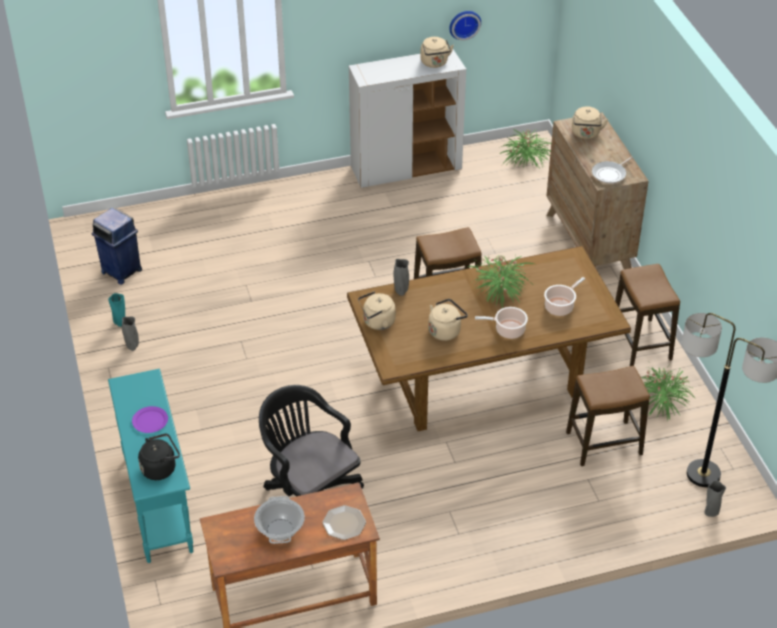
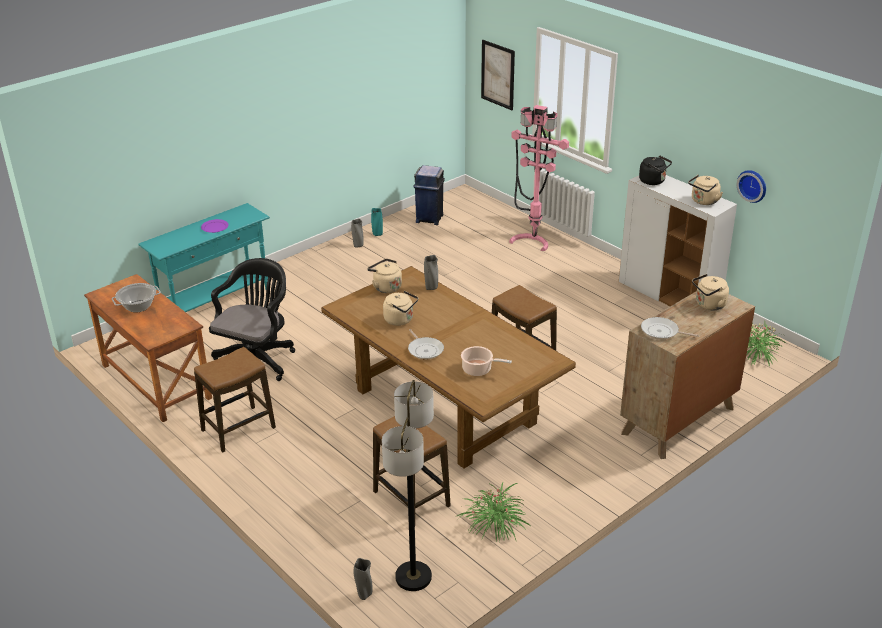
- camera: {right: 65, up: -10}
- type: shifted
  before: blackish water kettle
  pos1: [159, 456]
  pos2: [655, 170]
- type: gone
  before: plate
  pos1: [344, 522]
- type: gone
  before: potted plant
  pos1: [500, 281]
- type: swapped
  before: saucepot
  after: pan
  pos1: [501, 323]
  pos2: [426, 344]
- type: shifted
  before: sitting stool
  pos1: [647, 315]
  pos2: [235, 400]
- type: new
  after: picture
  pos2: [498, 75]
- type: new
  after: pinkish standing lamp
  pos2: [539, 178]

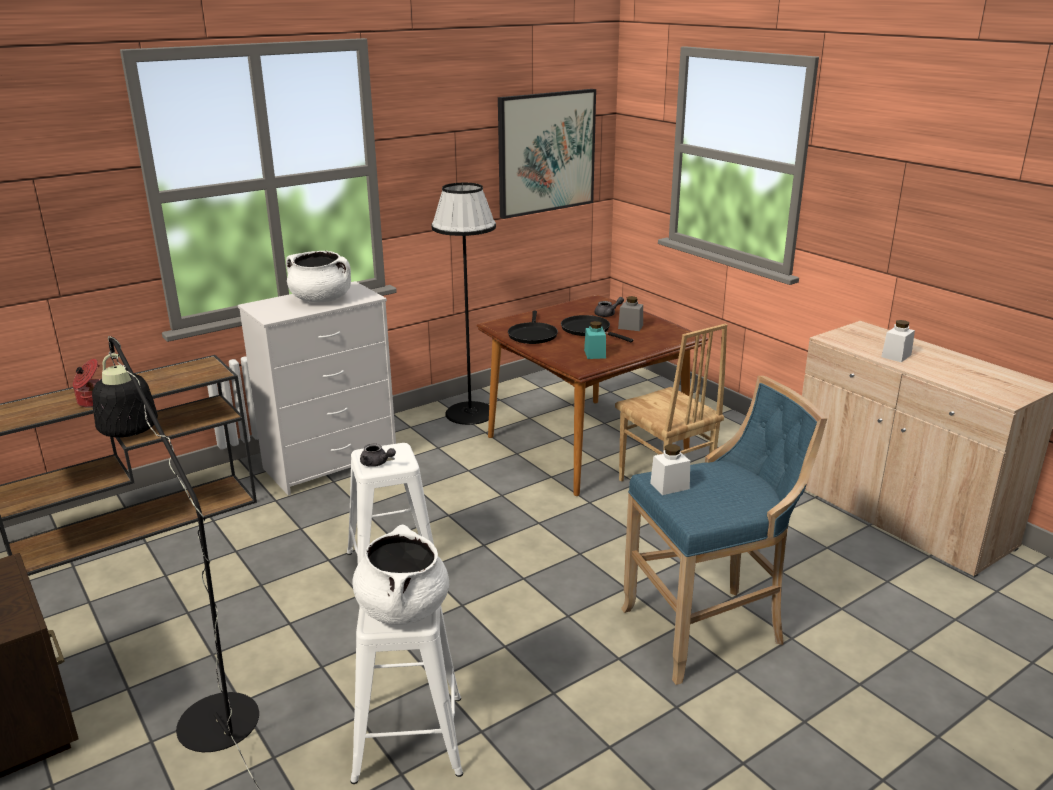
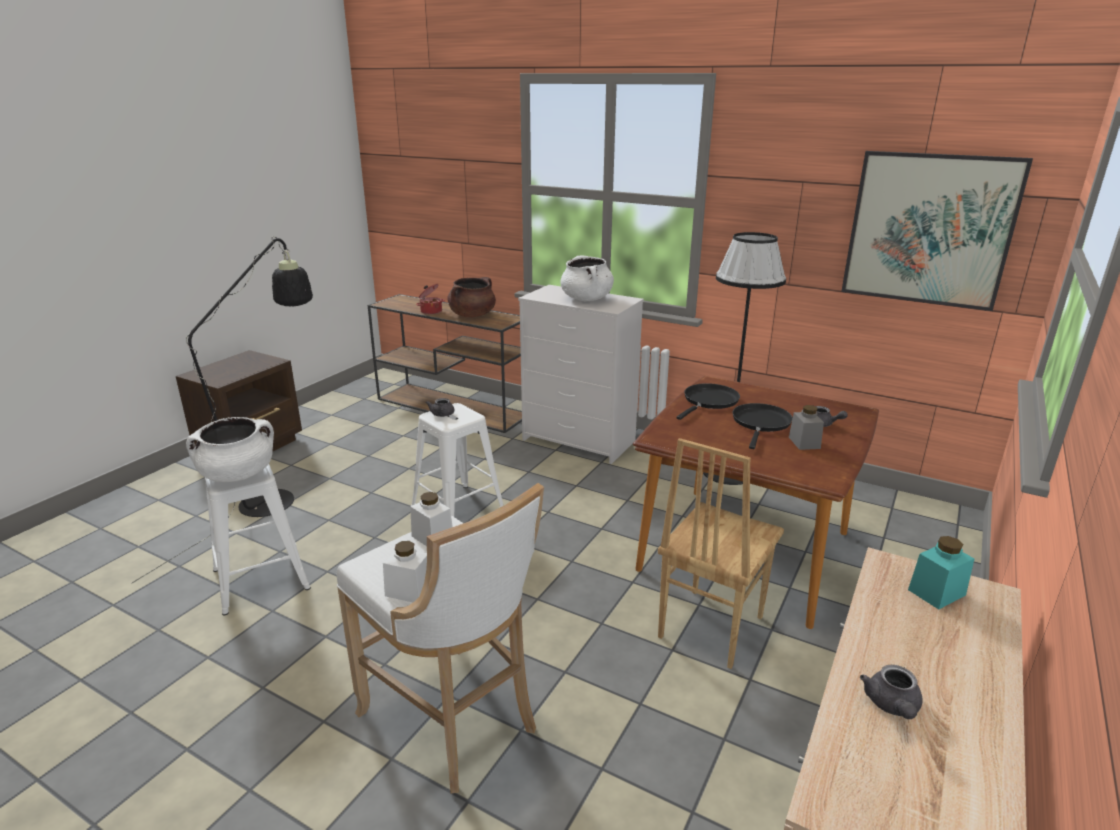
- camera: {right: 65, up: 0}
- type: rotated
  before: blackish pan
  pos1: [533, 327]
  pos2: [708, 401]
  turn: 150
- type: shifted
  before: blue-green jar
  pos1: [595, 340]
  pos2: [941, 572]
- type: repainted
  before: blue sitting stool
  after: white sitting stool
  pos1: [724, 530]
  pos2: [440, 638]
- type: shifted
  before: white jar
  pos1: [898, 341]
  pos2: [405, 571]
- type: new
  after: brown saucepot
  pos2: [471, 297]
- type: new
  after: grey pot for tea
  pos2: [891, 692]

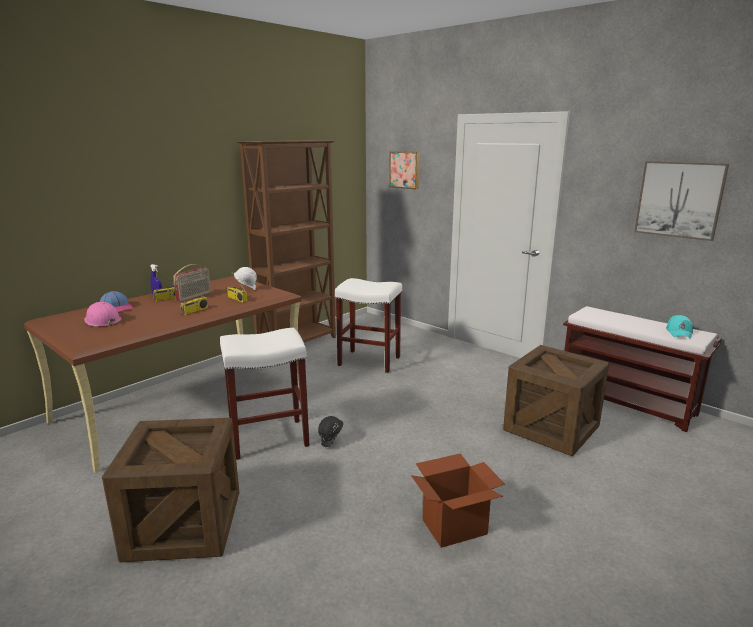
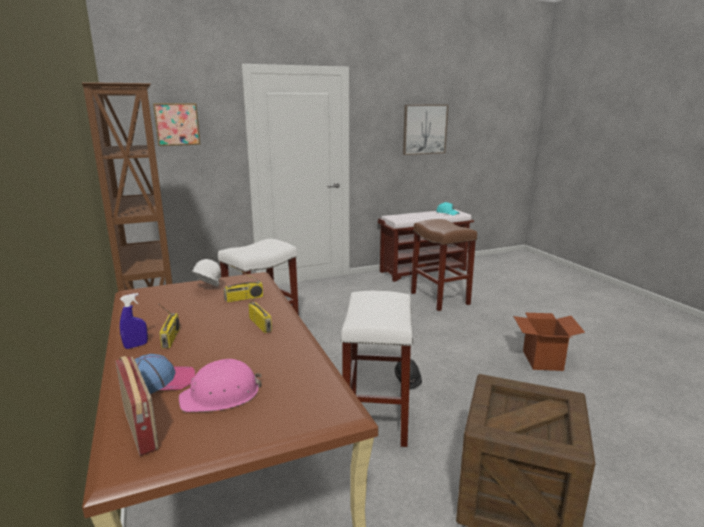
- camera: {right: -65, up: 0}
- type: shifted
  before: radio
  pos1: [192, 283]
  pos2: [136, 406]
- type: swapped
  before: packing crate
  after: brown sitting stool
  pos1: [556, 400]
  pos2: [444, 265]

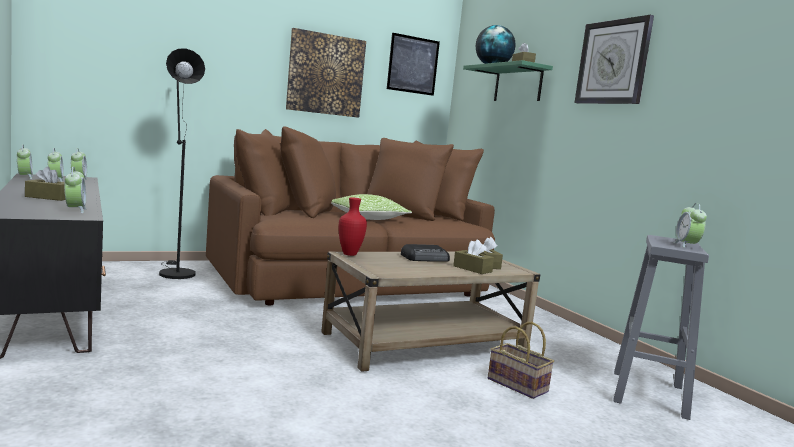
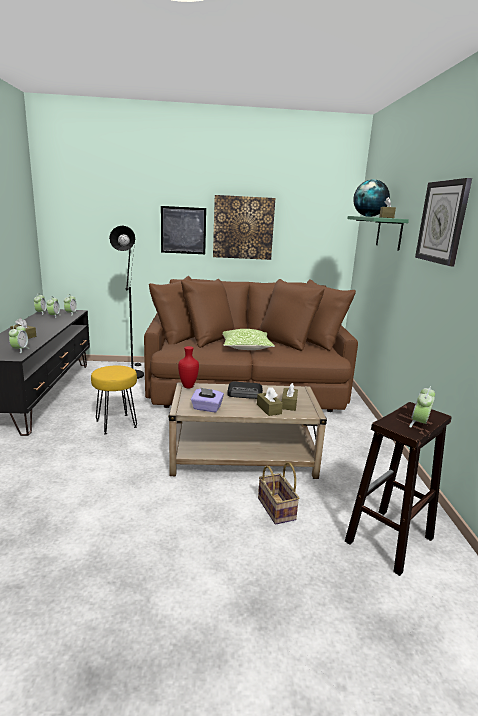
- camera: {right: 25, up: 10}
- type: shifted
  before: picture
  pos1: [413, 64]
  pos2: [183, 230]
- type: repainted
  before: grey sitting stool
  after: brown sitting stool
  pos1: [661, 327]
  pos2: [398, 489]
- type: new
  after: yellowish sitting stool
  pos2: [114, 400]
- type: new
  after: purplish tissue box
  pos2: [207, 399]

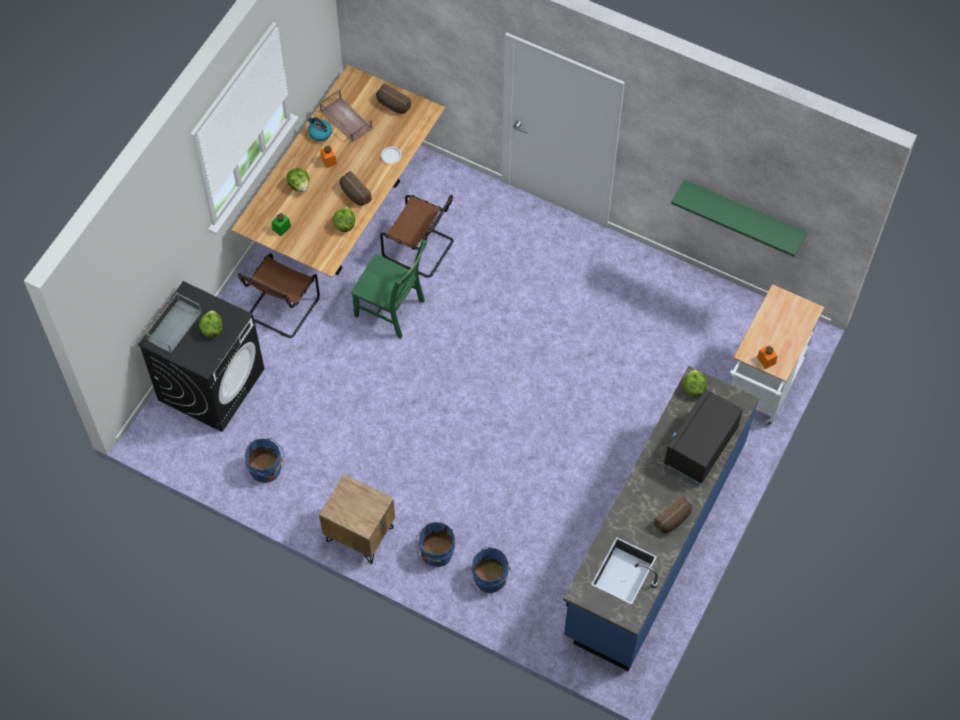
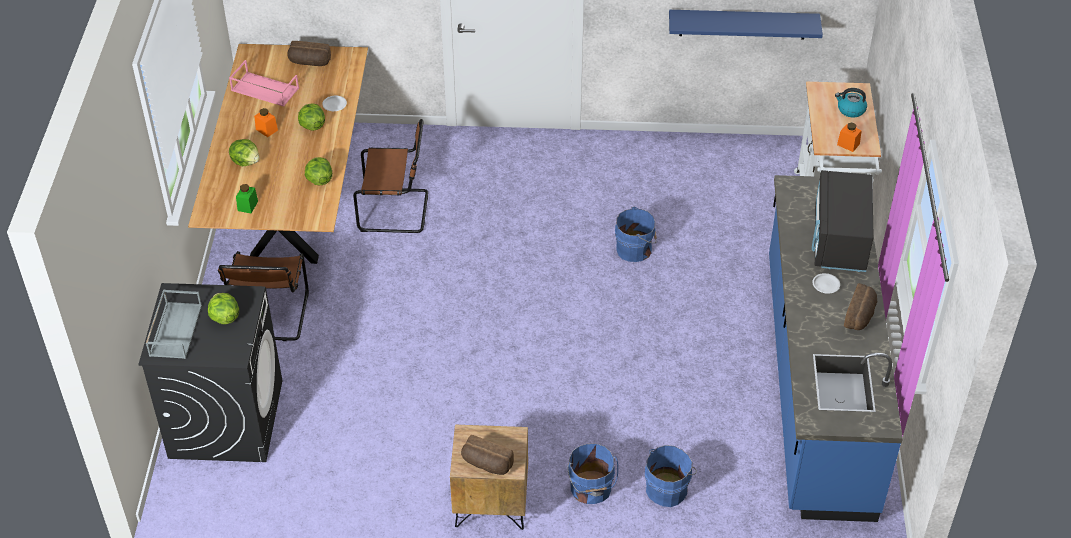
- camera: {right: -25, up: -15}
- type: shifted
  before: blue pail
  pos1: [264, 460]
  pos2: [636, 234]
- type: shifted
  before: water kettle
  pos1: [319, 129]
  pos2: [851, 103]
- type: repainted
  before: brown serving tray
  after: pinkish serving tray
  pos1: [346, 116]
  pos2: [264, 83]
- type: shifted
  before: bread
  pos1: [355, 188]
  pos2: [487, 455]
- type: gone
  before: green-coloured upright chair
  pos1: [389, 289]
- type: repainted
  before: green-coloured wall shelf
  after: blue wall shelf
  pos1: [739, 218]
  pos2: [746, 25]
- type: shifted
  before: lettuce
  pos1: [694, 383]
  pos2: [311, 117]
- type: new
  after: white plate
  pos2: [826, 283]

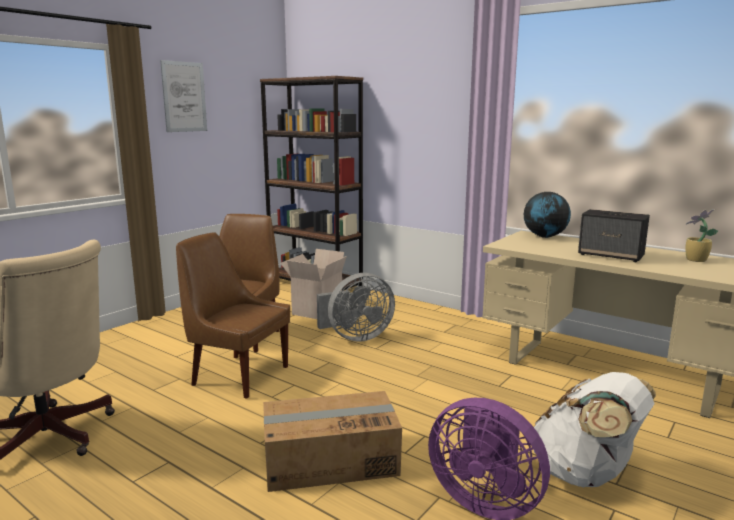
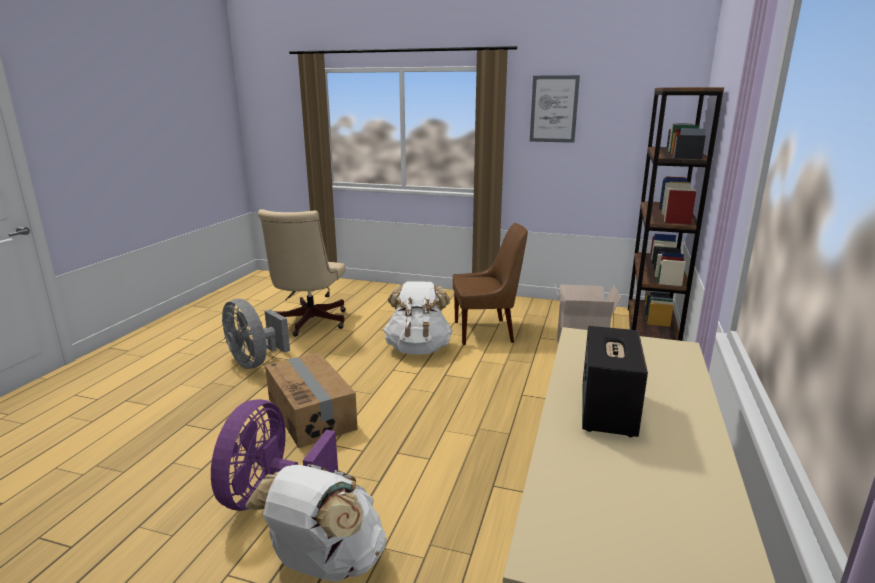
- camera: {right: 70, up: 5}
- type: swapped
  before: brown upright chair
  after: white knapsack
  pos1: [233, 315]
  pos2: [417, 318]
- type: shifted
  before: grey cooling fan
  pos1: [356, 307]
  pos2: [256, 334]
- type: gone
  before: globe
  pos1: [547, 215]
- type: gone
  before: potted plant
  pos1: [701, 235]

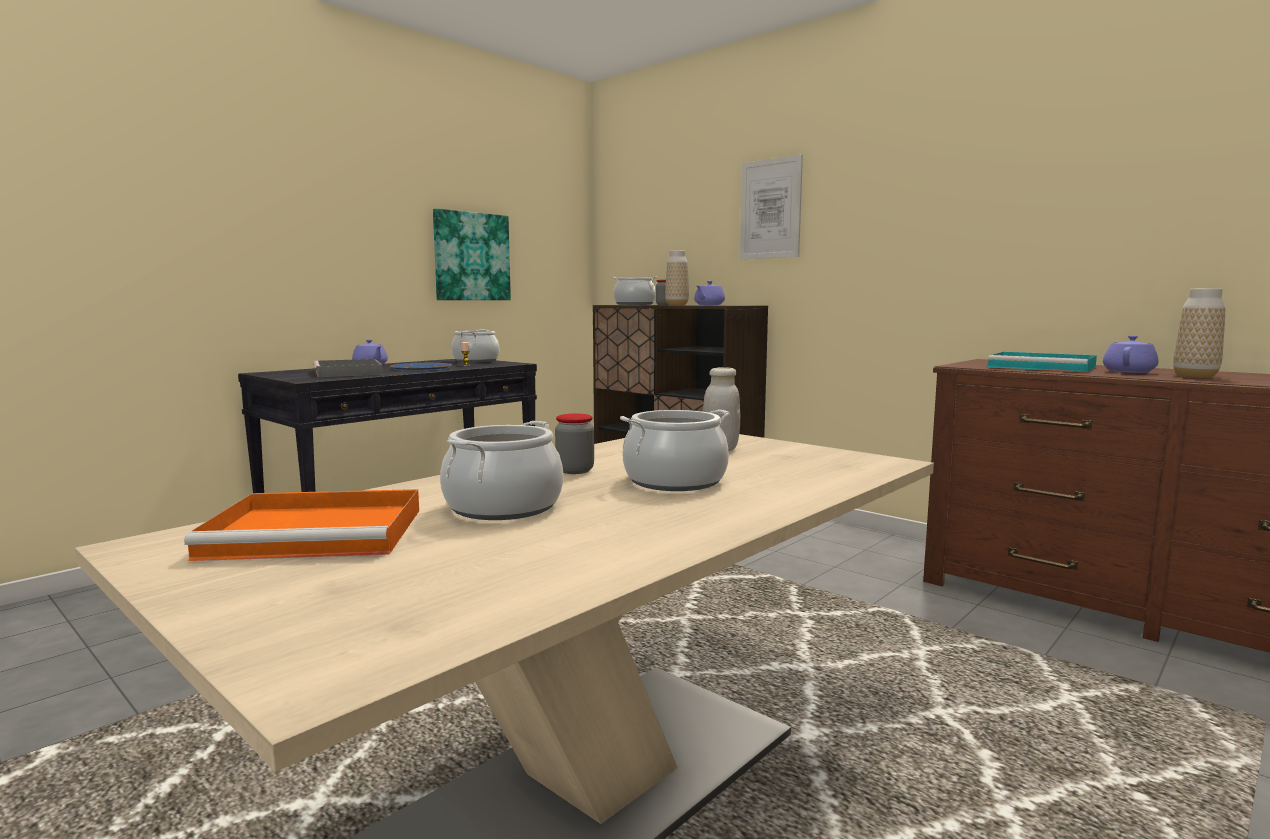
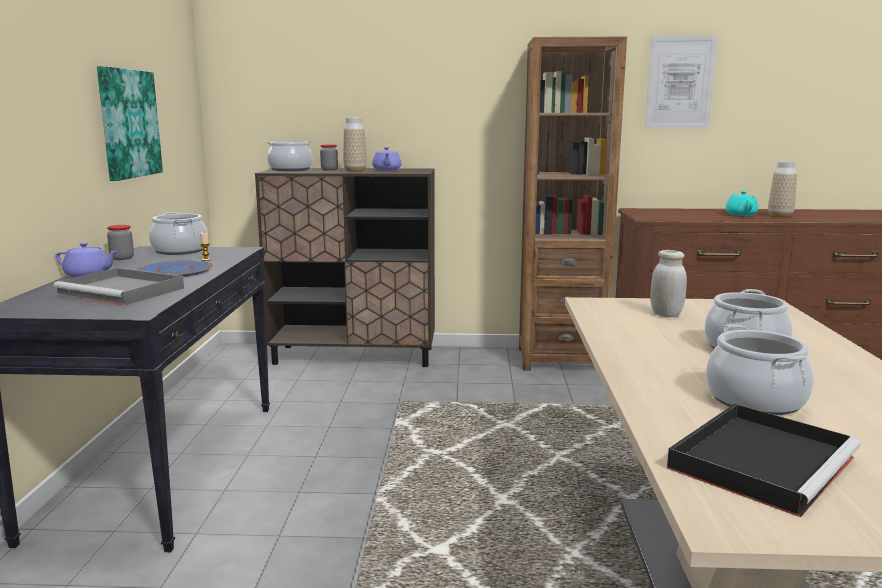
- camera: {right: -40, up: 5}
- type: repainted
  before: orangey serving tray
  after: blackish serving tray
  pos1: [301, 525]
  pos2: [764, 460]
- type: shifted
  before: jar
  pos1: [574, 444]
  pos2: [120, 242]
- type: shifted
  before: picture
  pos1: [771, 206]
  pos2: [681, 82]
- type: gone
  before: blue-green serving tray
  pos1: [1042, 362]
- type: repainted
  before: purplish pot for tea
  after: blue-green pot for tea
  pos1: [1130, 354]
  pos2: [742, 203]
- type: new
  after: brown bookshelf
  pos2: [573, 204]

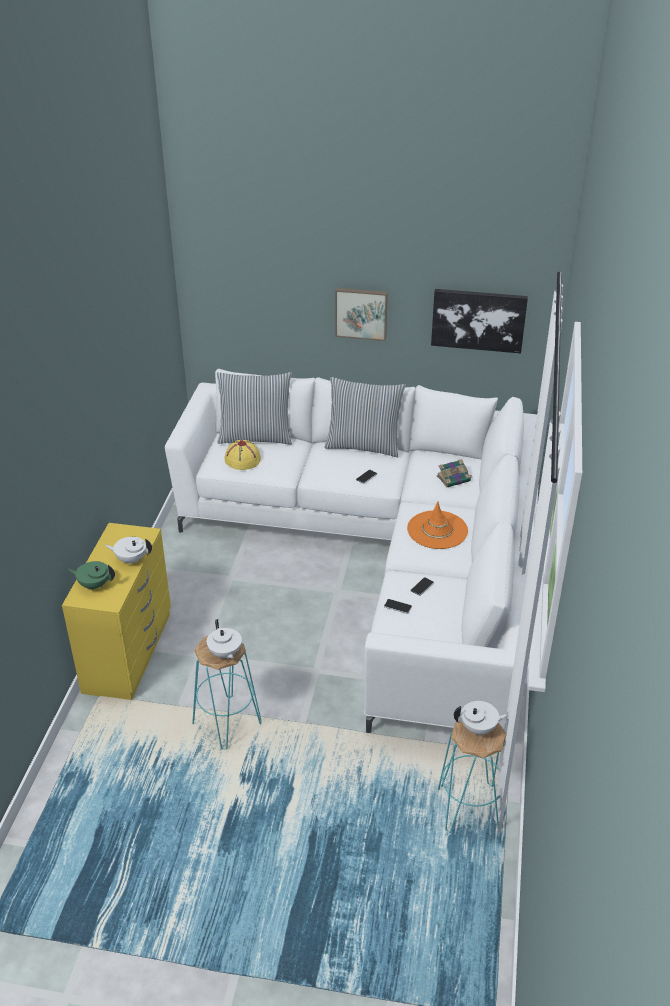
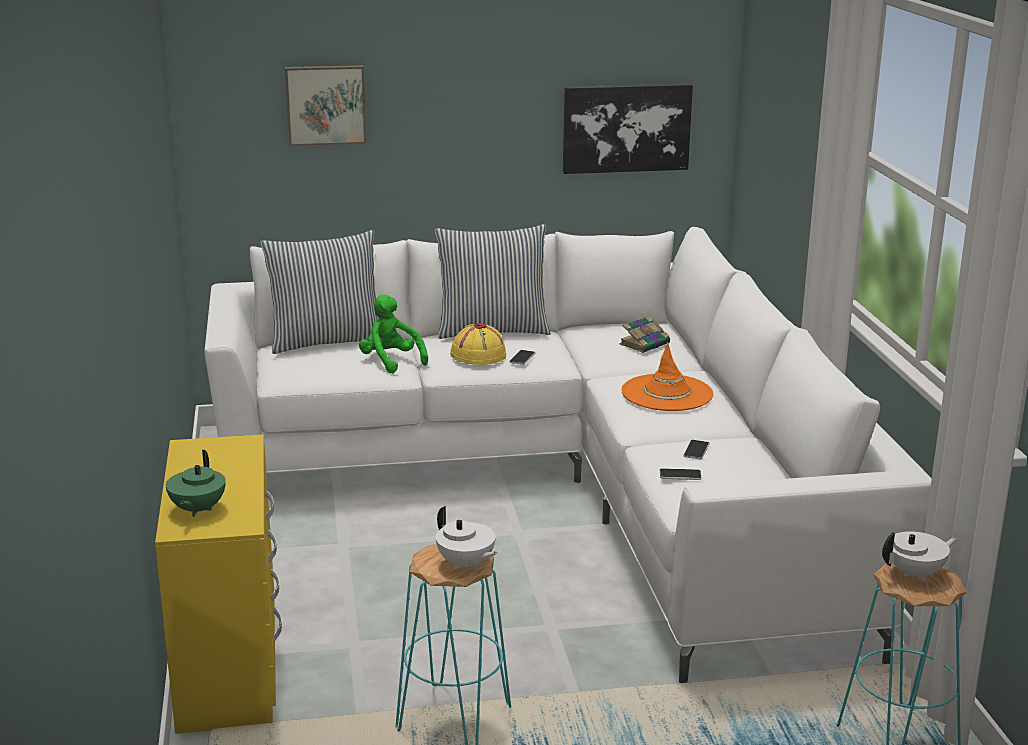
- camera: {right: -20, up: -15}
- type: rotated
  before: green-coloured pot for tea
  pos1: [91, 576]
  pos2: [196, 483]
  turn: -75
- type: gone
  before: white pot for tea
  pos1: [128, 550]
- type: shifted
  before: yellowish hat
  pos1: [242, 455]
  pos2: [478, 344]
- type: shifted
  before: picture
  pos1: [361, 314]
  pos2: [325, 105]
- type: new
  after: green-coloured soft toy
  pos2: [393, 333]

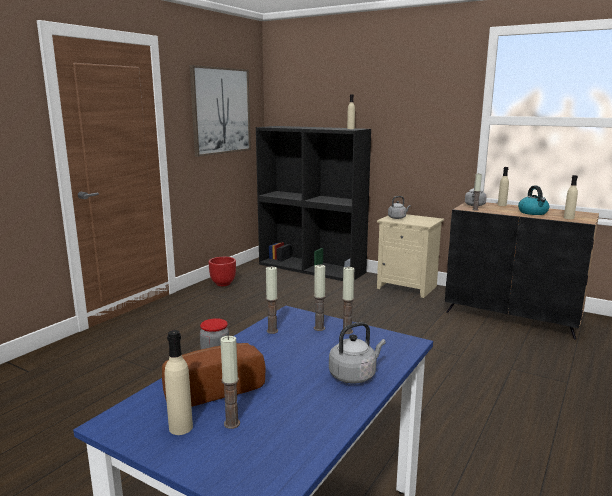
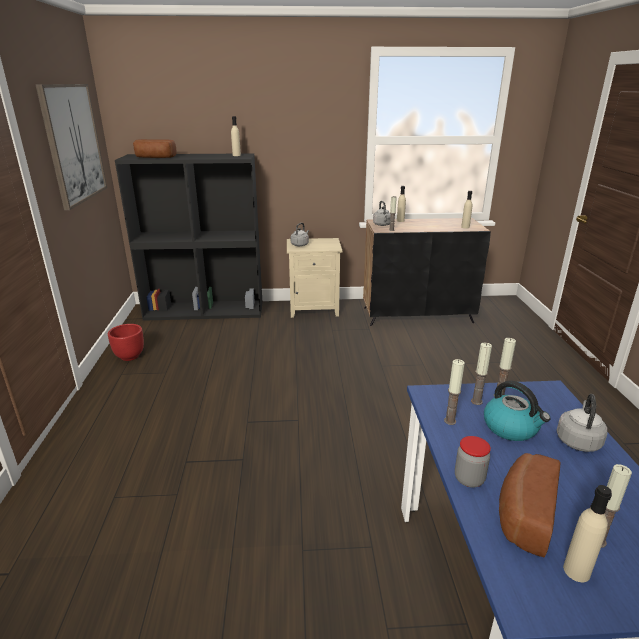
- camera: {right: -35, up: 10}
- type: shifted
  before: water kettle
  pos1: [533, 200]
  pos2: [517, 411]
- type: new
  after: bread
  pos2: [154, 148]

